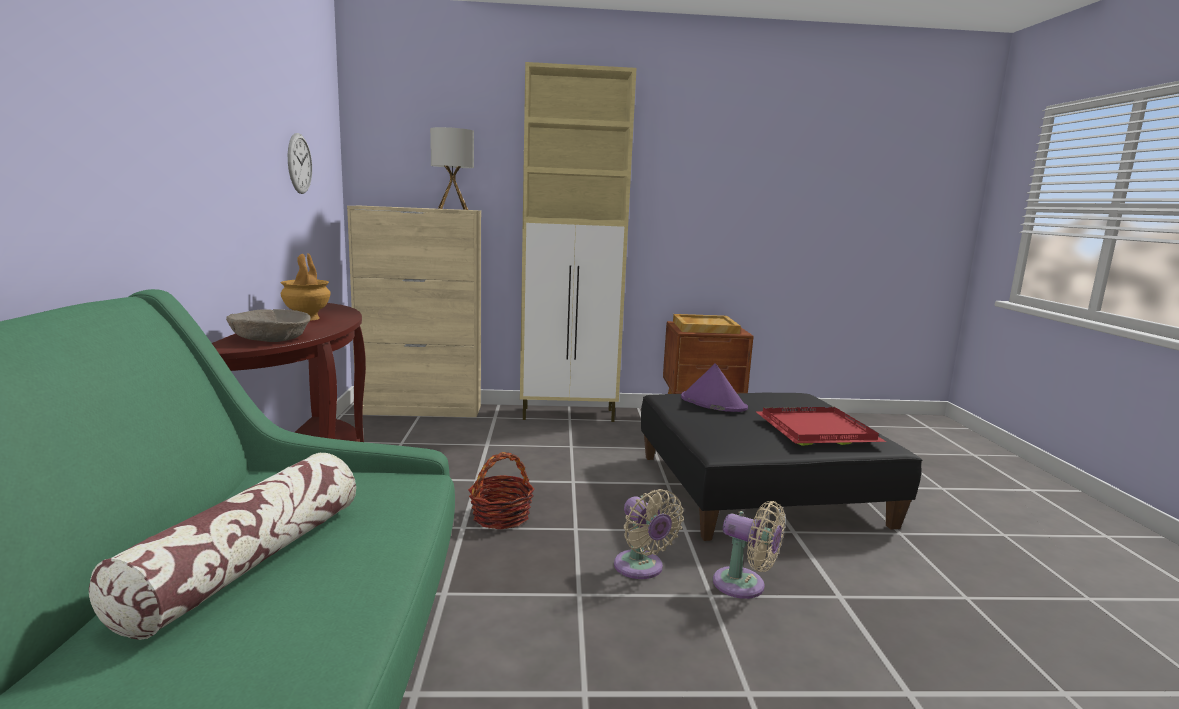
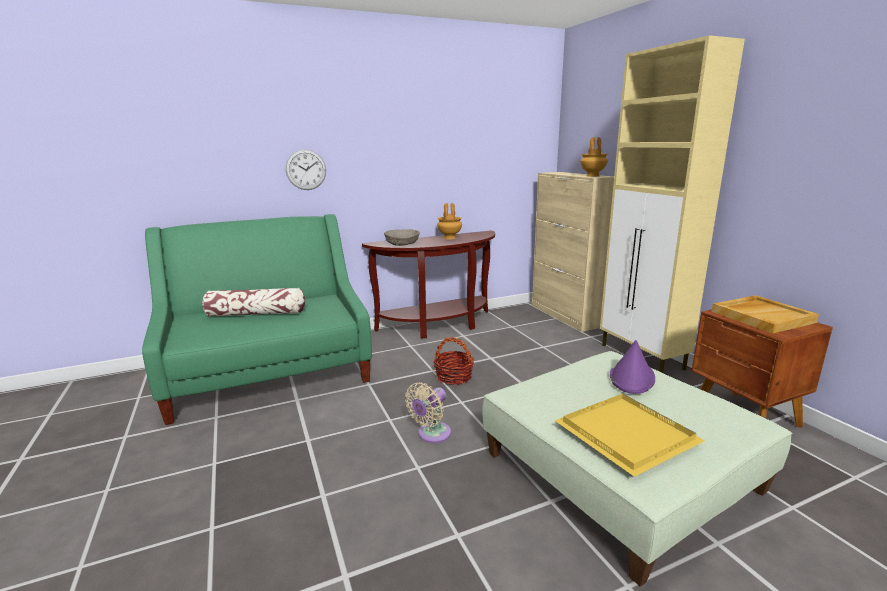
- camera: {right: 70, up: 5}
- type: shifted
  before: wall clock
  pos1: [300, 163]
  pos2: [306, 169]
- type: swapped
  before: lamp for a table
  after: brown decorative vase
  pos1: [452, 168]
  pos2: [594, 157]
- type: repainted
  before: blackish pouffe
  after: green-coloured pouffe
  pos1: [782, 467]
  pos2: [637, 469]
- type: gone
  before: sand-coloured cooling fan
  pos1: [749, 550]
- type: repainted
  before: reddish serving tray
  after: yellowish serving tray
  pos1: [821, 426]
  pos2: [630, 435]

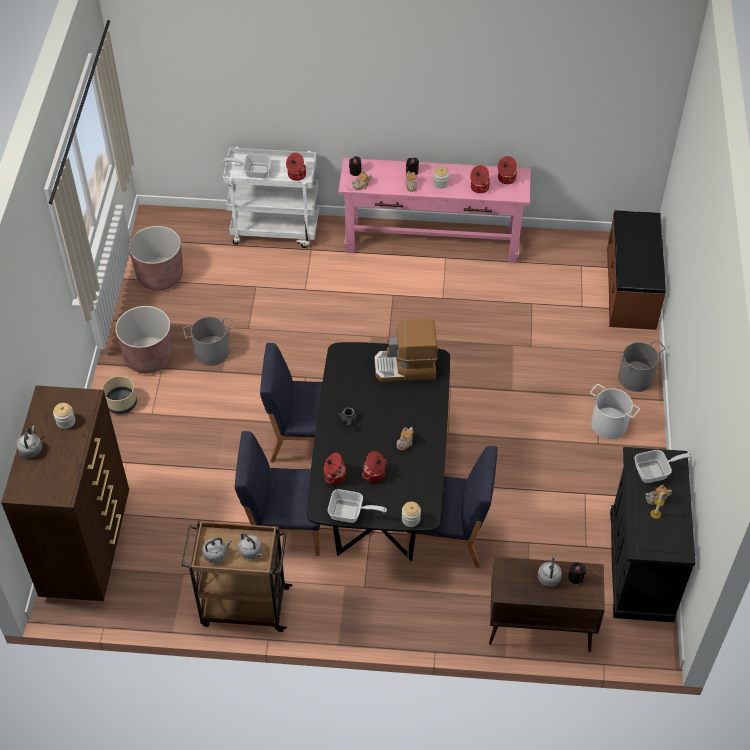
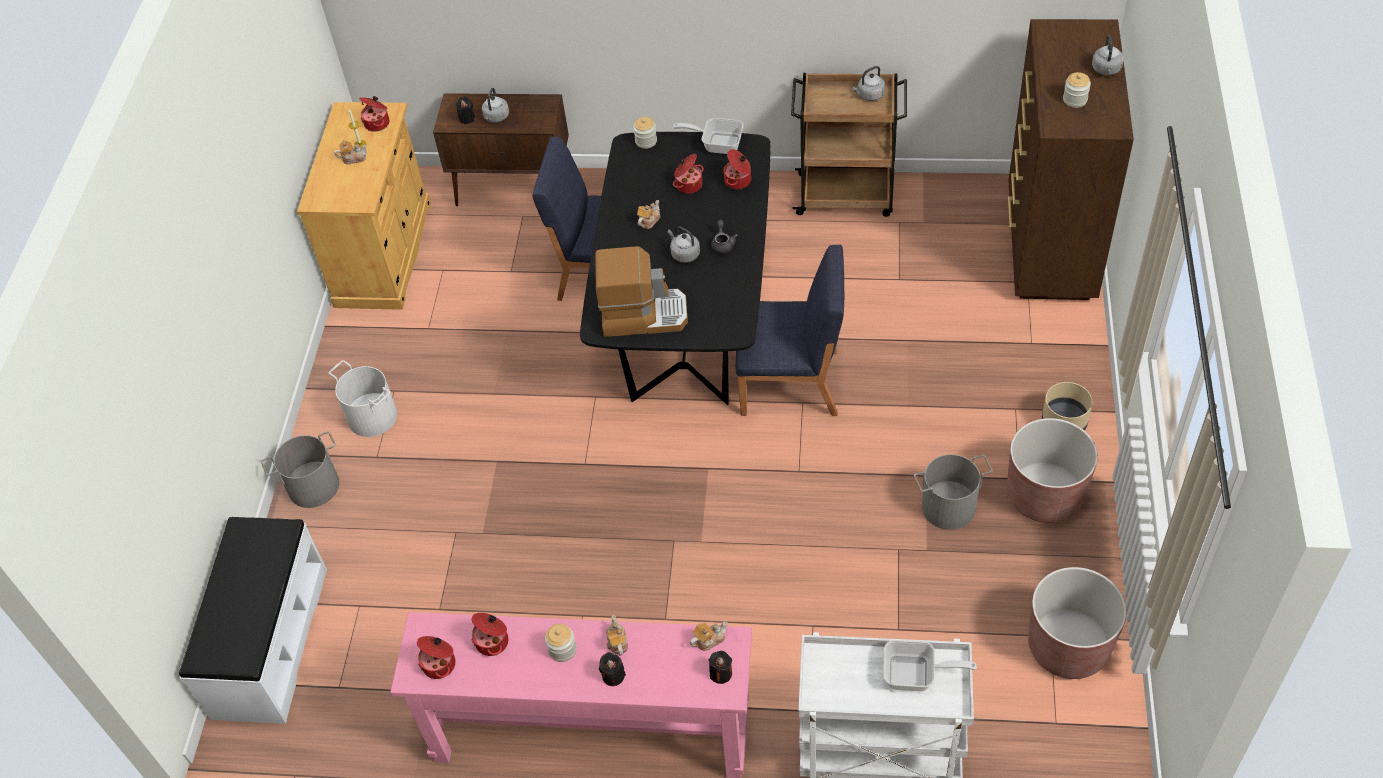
- camera: {right: -175, up: 0}
- type: gone
  before: blue upright chair
  pos1: [277, 493]
- type: shifted
  before: grey water kettle
  pos1: [250, 546]
  pos2: [684, 244]
- type: shifted
  before: saucepot
  pos1: [296, 167]
  pos2: [374, 114]
- type: repainted
  before: brown bench
  after: white bench
  pos1: [636, 270]
  pos2: [253, 620]
- type: repainted
  before: blackish cabinet
  after: sand-coloured cabinet
  pos1: [653, 534]
  pos2: [364, 206]
- type: gone
  before: pan
  pos1: [663, 466]

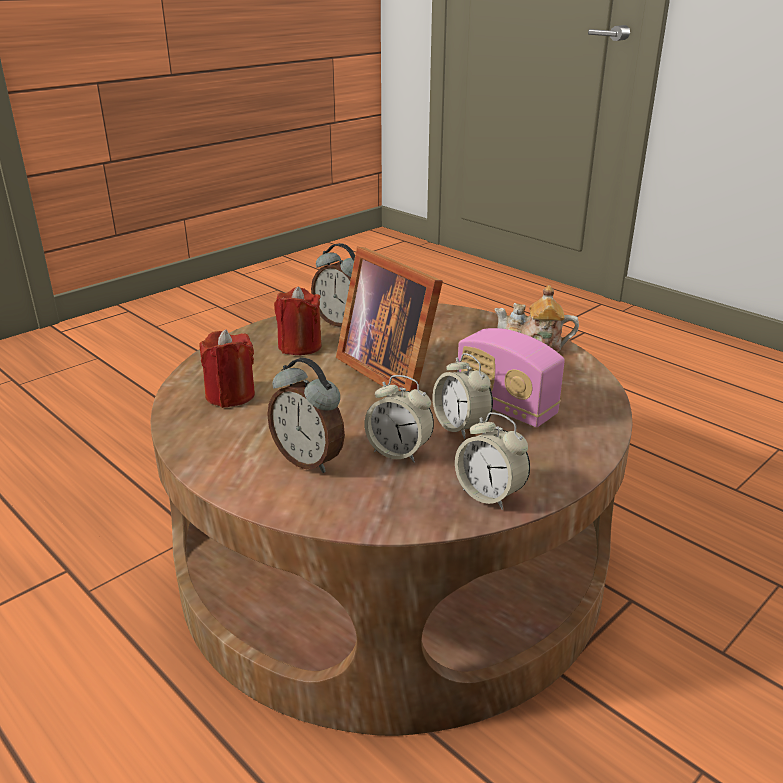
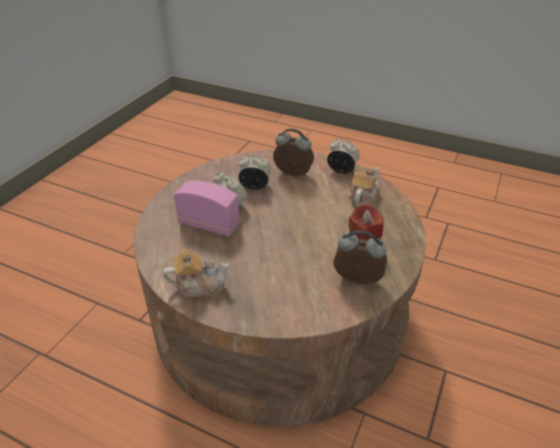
- camera: {right: 160, up: 10}
- type: swapped
  before: reddish wax light
  after: pot for tea
  pos1: [227, 368]
  pos2: [365, 187]
- type: gone
  before: standing frame
  pos1: [389, 319]
- type: shifted
  before: table clock
  pos1: [492, 461]
  pos2: [343, 155]

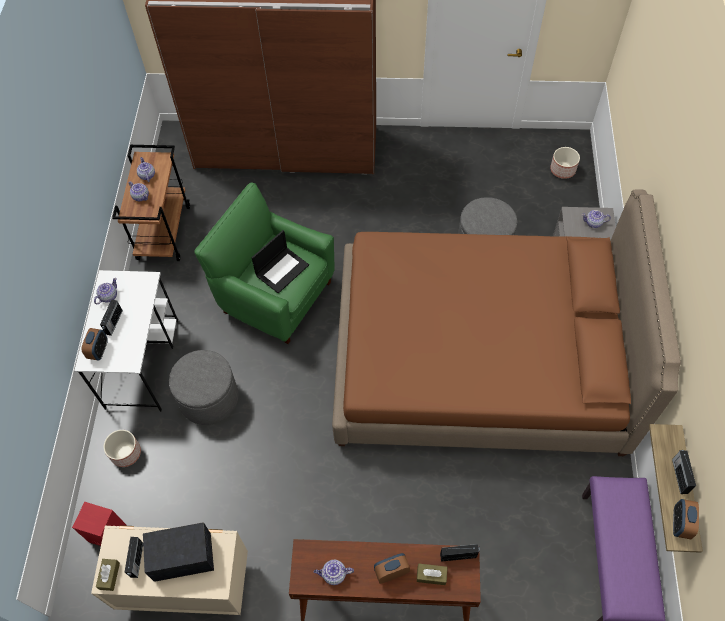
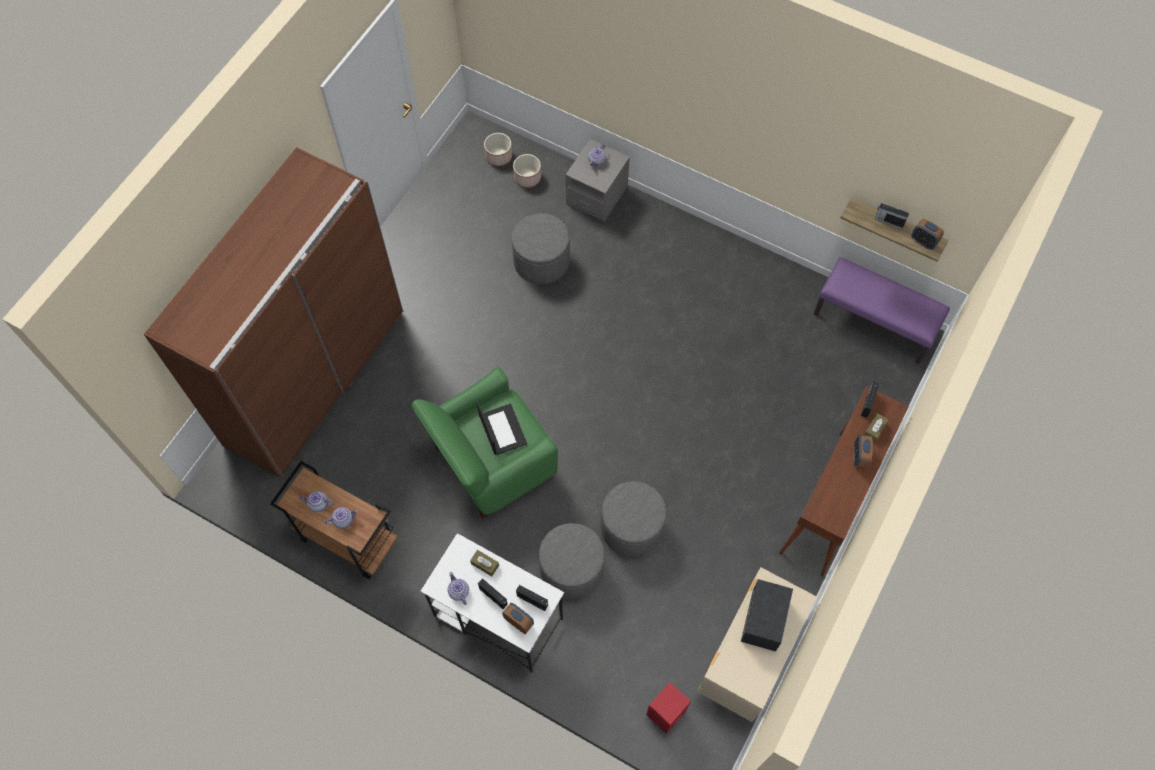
- camera: {right: -65, up: 5}
- type: shifted
  before: brown tissue box
  pos1: [108, 575]
  pos2: [484, 563]
- type: shifted
  before: planter
  pos1: [122, 448]
  pos2: [527, 171]
- type: shifted
  before: radio
  pos1: [134, 557]
  pos2: [532, 598]
- type: gone
  before: pot for tea
  pos1: [334, 572]
- type: gone
  before: brown bedroom bed
  pos1: [506, 323]
- type: new
  after: grey pouffe
  pos2: [634, 519]

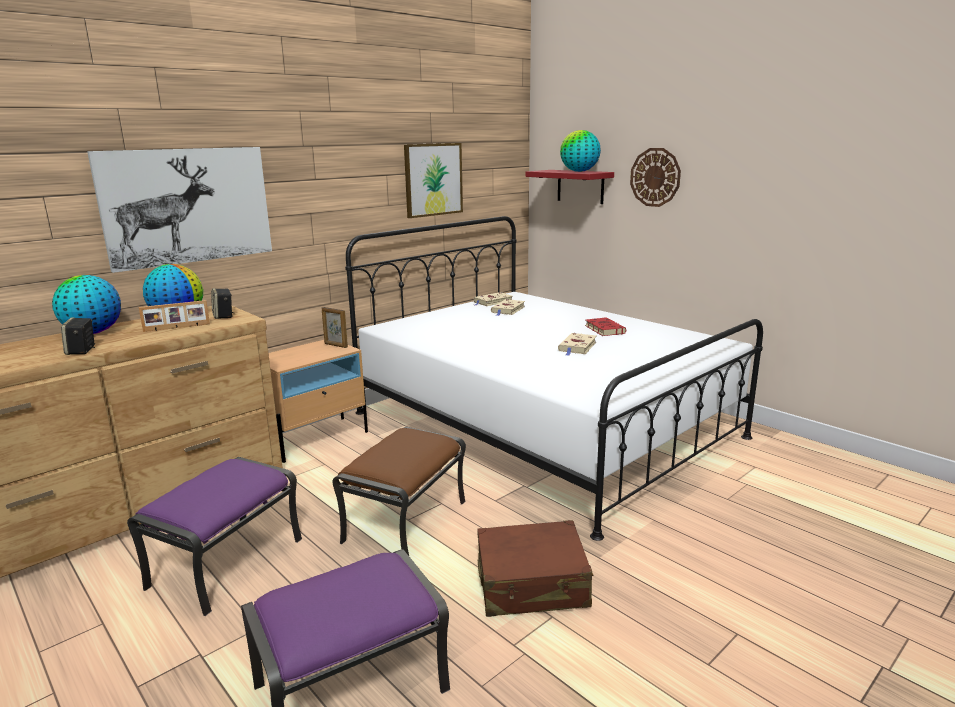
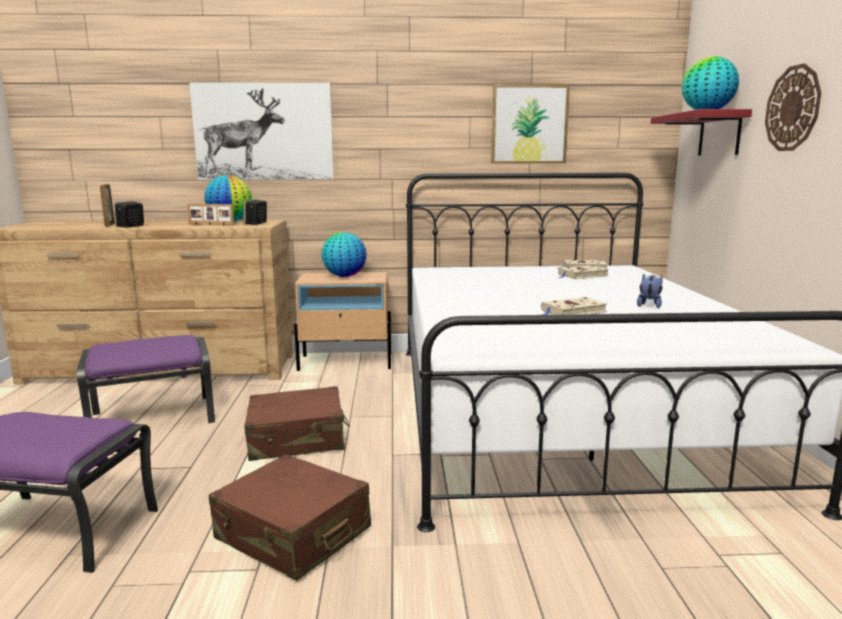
- camera: {right: 40, up: -5}
- type: shifted
  before: globe
  pos1: [86, 304]
  pos2: [344, 254]
- type: shifted
  before: standing frame
  pos1: [335, 327]
  pos2: [107, 205]
- type: swapped
  before: brown pouffe
  after: brown piece of luggage
  pos1: [399, 491]
  pos2: [297, 423]
- type: swapped
  before: reddish bound book
  after: soft toy
  pos1: [605, 326]
  pos2: [650, 290]

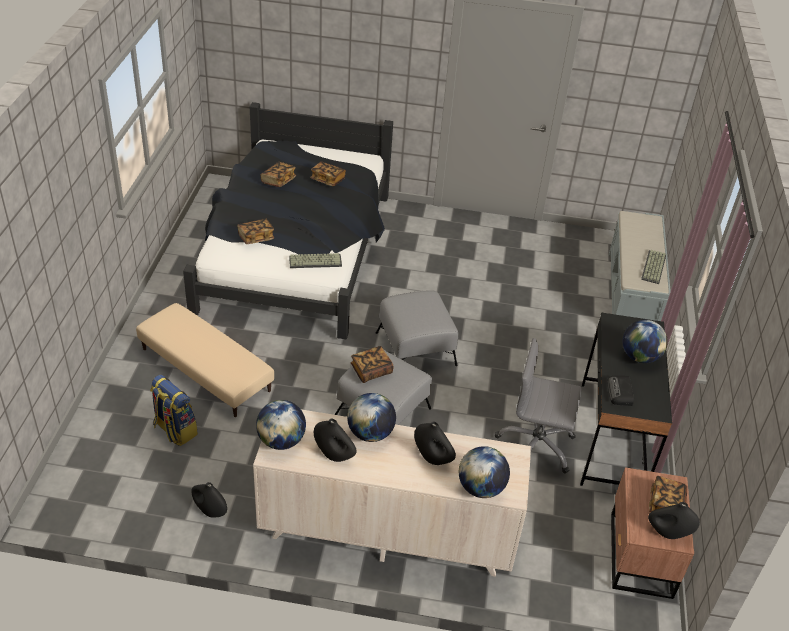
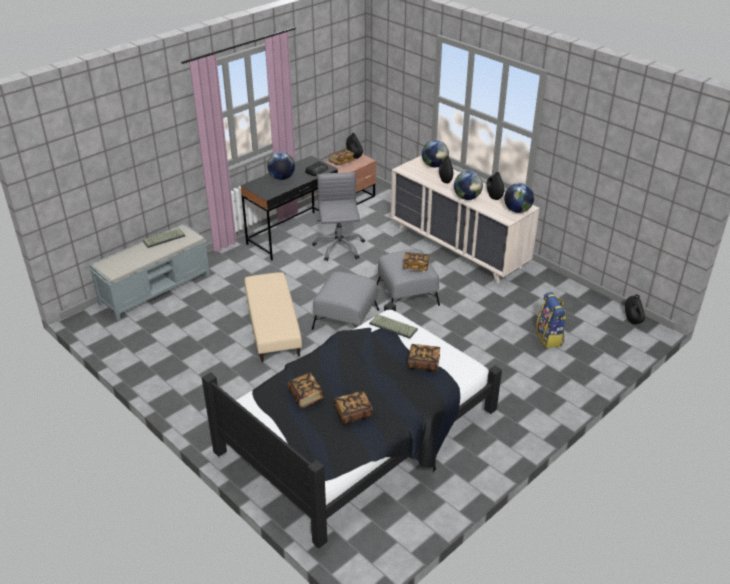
- camera: {right: -140, up: -5}
- type: shifted
  before: sand-coloured pouffe
  pos1: [205, 360]
  pos2: [273, 317]
- type: shifted
  before: blackish decorative vase
  pos1: [209, 500]
  pos2: [635, 309]
- type: rotated
  before: grey desk chair
  pos1: [538, 406]
  pos2: [338, 216]
  turn: -150

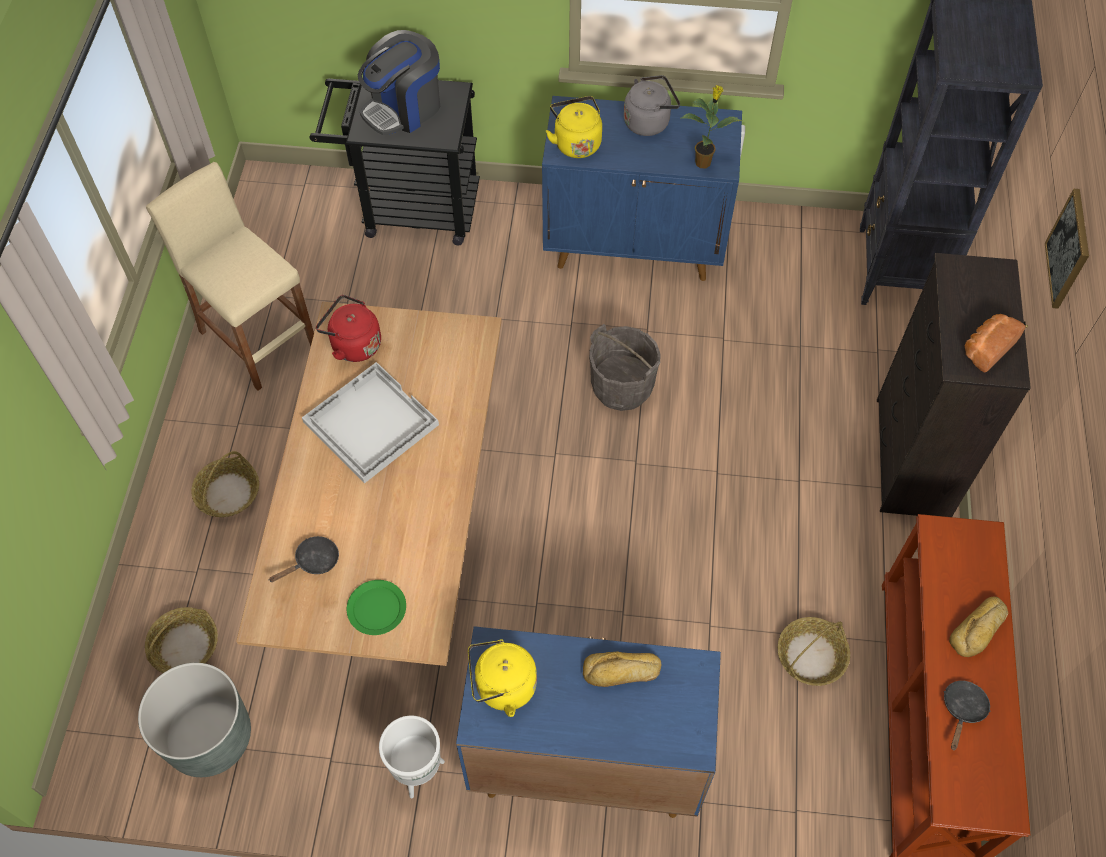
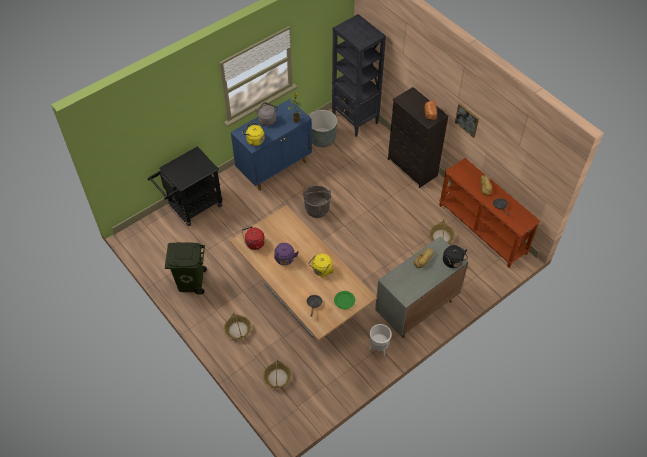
- camera: {right: -45, up: -5}
- type: shifted
  before: grey planter
  pos1: [194, 720]
  pos2: [323, 128]
- type: swapped
  before: sand-coloured sitting stool
  after: green-coloured rubbish bin
  pos1: [230, 276]
  pos2: [186, 268]
- type: swapped
  before: white serving tray
  after: purplish water kettle
  pos1: [370, 423]
  pos2: [286, 254]
- type: gone
  before: coffee brewer
  pos1: [399, 82]
- type: repainted
  before: blue cabinet
  after: grey cabinet
  pos1: [588, 722]
  pos2: [421, 287]
- type: shifted
  before: yellowish water kettle
  pos1: [502, 678]
  pos2: [321, 265]
- type: shifted
  before: picture
  pos1: [1067, 249]
  pos2: [467, 120]
- type: new
  after: blackish water kettle
  pos2: [455, 256]

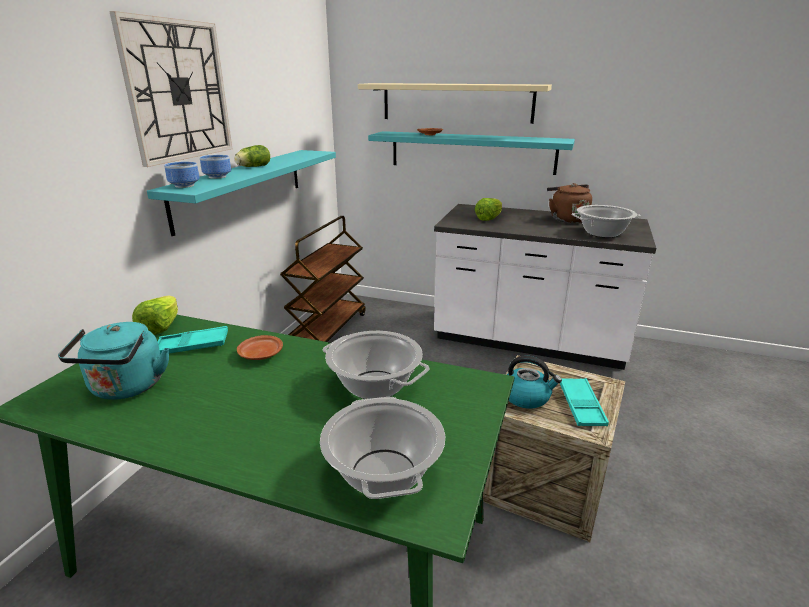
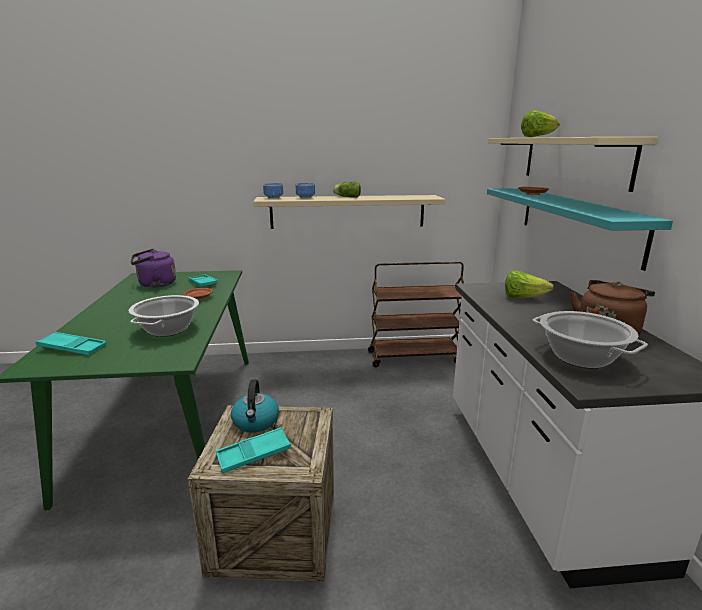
- camera: {right: 65, up: -5}
- type: repainted
  before: blue-green water kettle
  after: purplish water kettle
  pos1: [113, 361]
  pos2: [153, 268]
- type: gone
  before: wall clock
  pos1: [170, 89]
- type: shifted
  before: lettuce
  pos1: [155, 315]
  pos2: [540, 123]
- type: repainted
  before: blue-green wall shelf
  after: sand-coloured wall shelf
  pos1: [241, 193]
  pos2: [349, 212]
- type: swapped
  before: saucepot
  after: blue-green serving tray
  pos1: [382, 448]
  pos2: [71, 343]

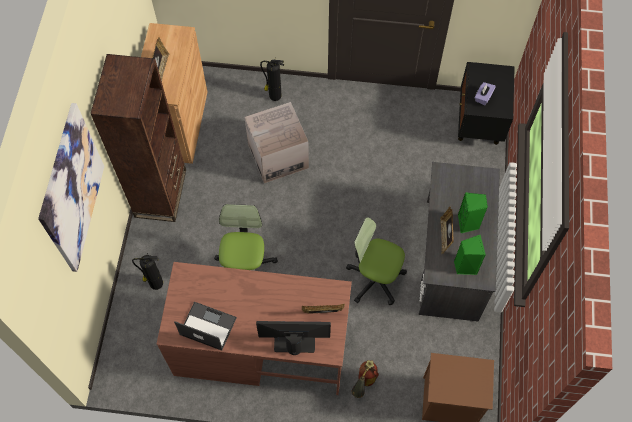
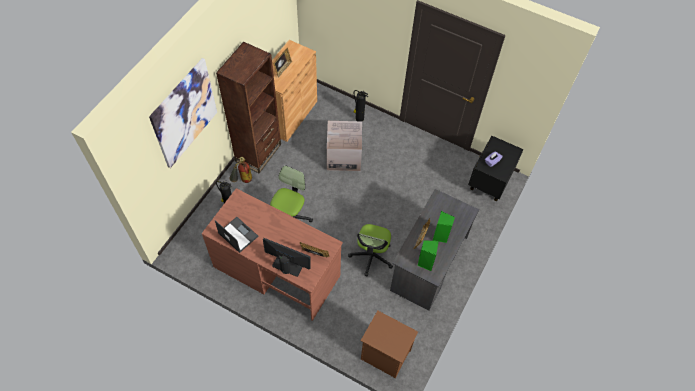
- camera: {right: 20, up: -5}
- type: rotated
  before: desk chair
  pos1: [376, 261]
  pos2: [370, 250]
  turn: -120
- type: shifted
  before: fire-fighting cylinder
  pos1: [365, 379]
  pos2: [240, 170]

